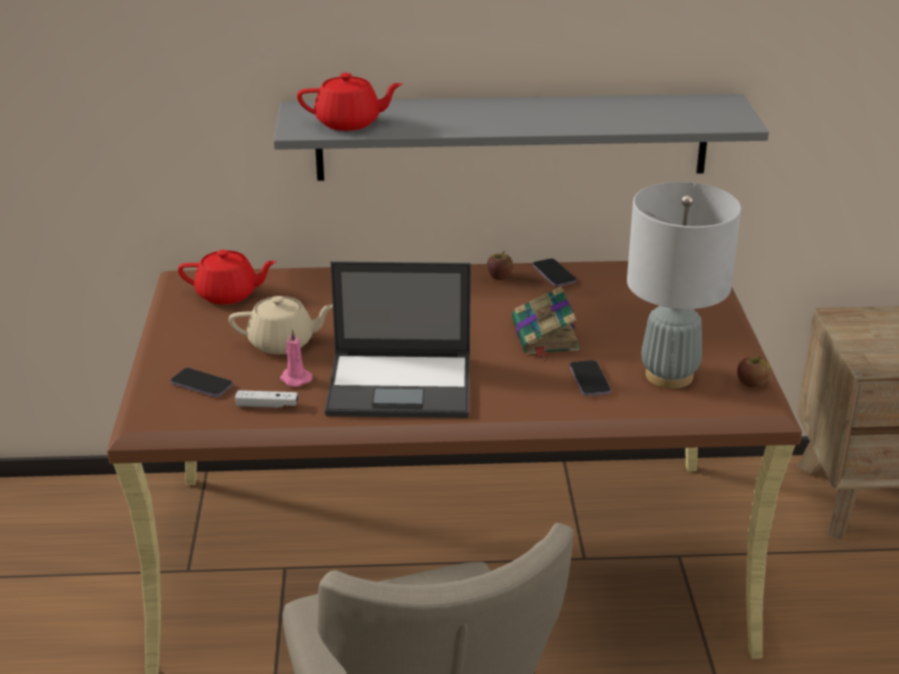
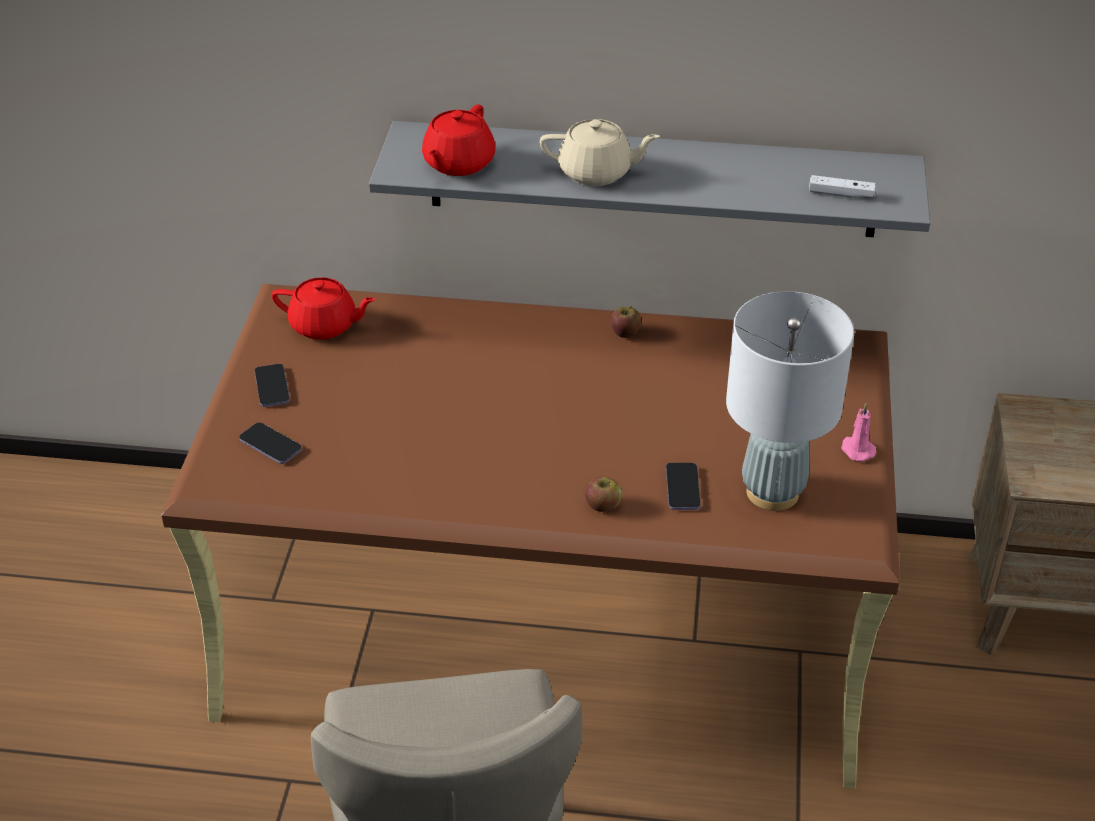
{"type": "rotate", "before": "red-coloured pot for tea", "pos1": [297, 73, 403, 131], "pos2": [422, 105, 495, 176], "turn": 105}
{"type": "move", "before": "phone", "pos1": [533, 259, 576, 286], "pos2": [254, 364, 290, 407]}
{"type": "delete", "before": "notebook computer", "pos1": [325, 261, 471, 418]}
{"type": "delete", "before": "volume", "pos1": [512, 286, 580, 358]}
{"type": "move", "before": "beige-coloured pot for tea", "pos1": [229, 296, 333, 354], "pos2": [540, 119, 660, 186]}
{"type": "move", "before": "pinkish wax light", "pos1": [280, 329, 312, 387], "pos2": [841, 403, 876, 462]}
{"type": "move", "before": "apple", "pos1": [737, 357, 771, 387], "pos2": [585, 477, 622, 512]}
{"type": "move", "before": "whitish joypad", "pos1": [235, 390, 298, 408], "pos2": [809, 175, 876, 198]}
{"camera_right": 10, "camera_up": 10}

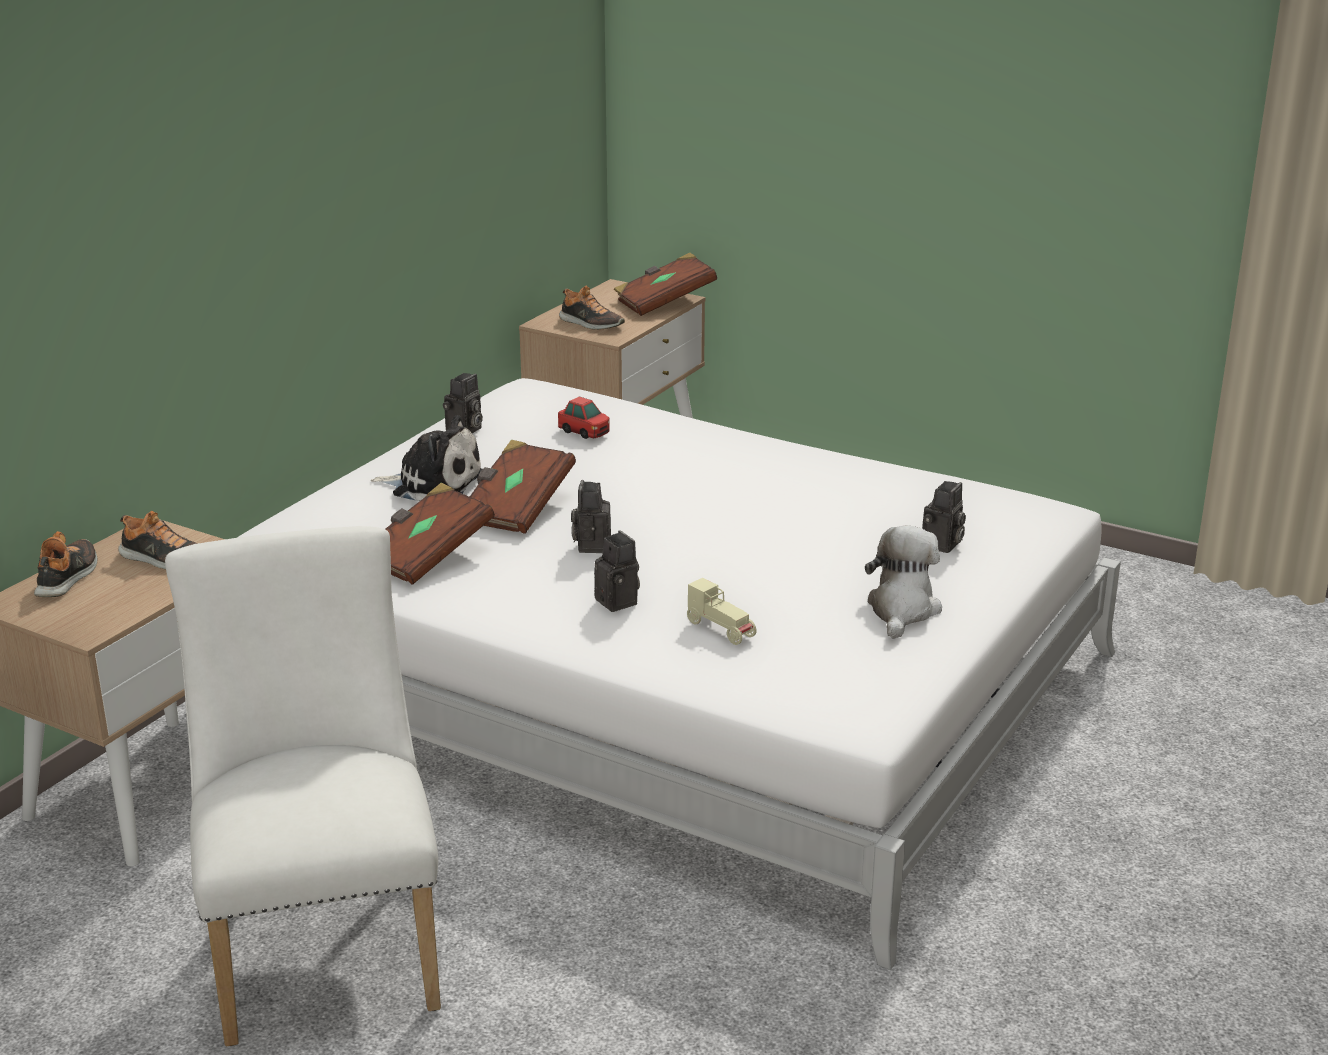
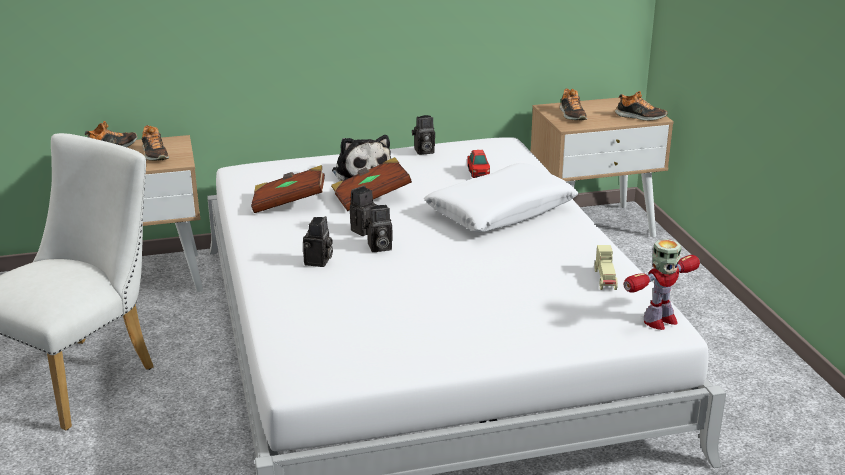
{"type": "replace", "before": "brown volume", "after": "item of footwear", "pos1": [614, 252, 717, 316], "pos2": [615, 91, 668, 121]}
{"type": "move", "before": "photo camera", "pos1": [922, 481, 966, 553], "pos2": [364, 205, 392, 252]}
{"type": "delete", "before": "soft toy", "pos1": [865, 525, 942, 639]}
{"type": "move", "before": "beige-coloured toy car", "pos1": [687, 578, 756, 645], "pos2": [594, 245, 618, 290]}
{"type": "insert", "after": "whitish cushion", "pos2": [424, 163, 578, 233]}
{"type": "insert", "after": "robot figure", "pos2": [623, 239, 700, 330]}
{"camera_right": 45, "camera_up": 0}

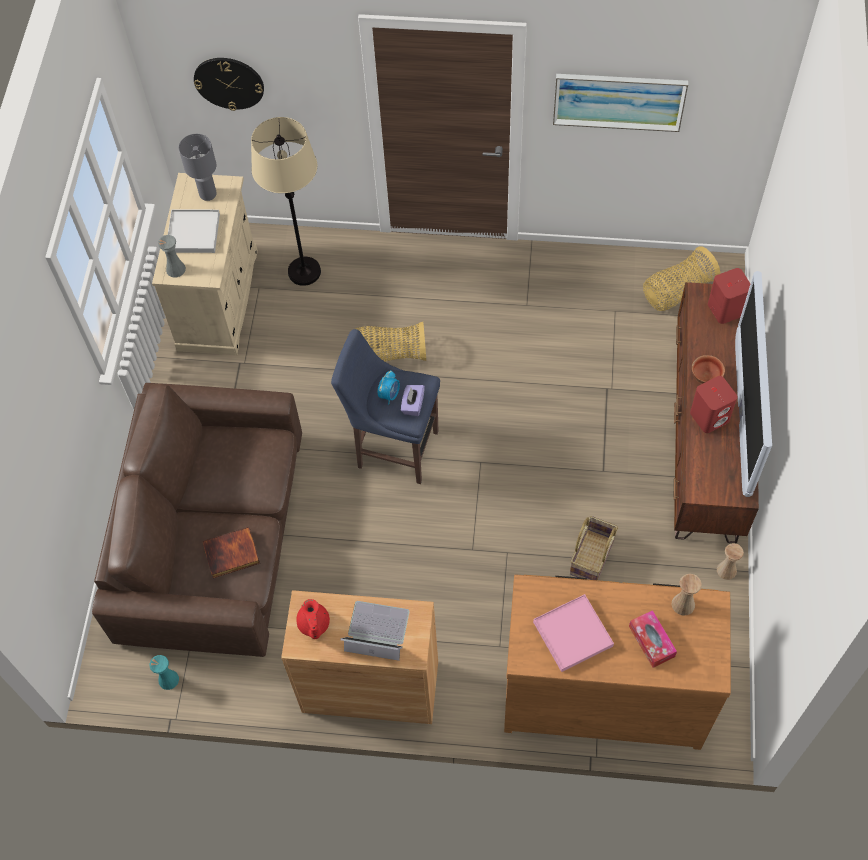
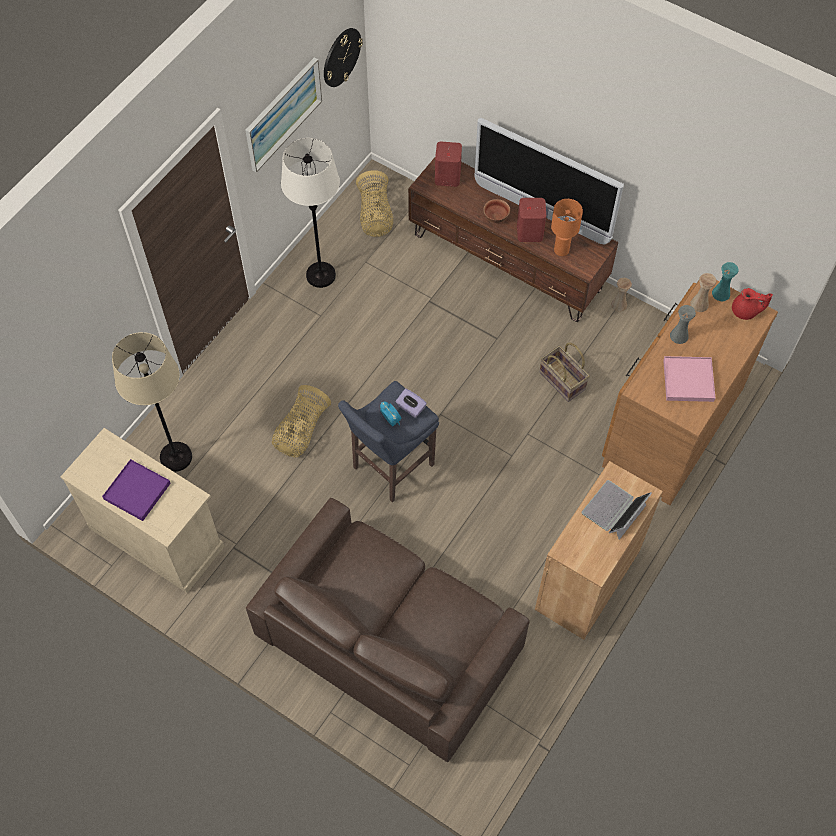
{"type": "move", "before": "clock on the wall", "pos1": [194, 58, 264, 111], "pos2": [324, 28, 363, 87]}
{"type": "delete", "before": "greyish tabletop lamp", "pos1": [179, 134, 217, 201]}
{"type": "recolor", "before": "whitish carrying tray", "after": "purplish carrying tray", "pos1": [168, 209, 220, 253], "pos2": [102, 459, 171, 521]}
{"type": "move", "before": "greyish vase", "pos1": [158, 235, 186, 277], "pos2": [670, 305, 696, 344]}
{"type": "delete", "before": "volume", "pos1": [202, 527, 260, 578]}
{"type": "move", "before": "red-coloured pot for tea", "pos1": [296, 599, 330, 639], "pos2": [732, 288, 773, 320]}
{"type": "delete", "before": "tissue holder", "pos1": [629, 610, 677, 668]}
{"type": "move", "before": "turquoise-coloured vase", "pos1": [149, 655, 179, 690], "pos2": [712, 262, 739, 301]}
{"type": "insert", "after": "whitish standard lamp", "pos2": [281, 138, 340, 288]}
{"type": "insert", "after": "orangey tabletop lamp", "pos2": [551, 199, 583, 256]}
{"camera_right": -65, "camera_up": 0}

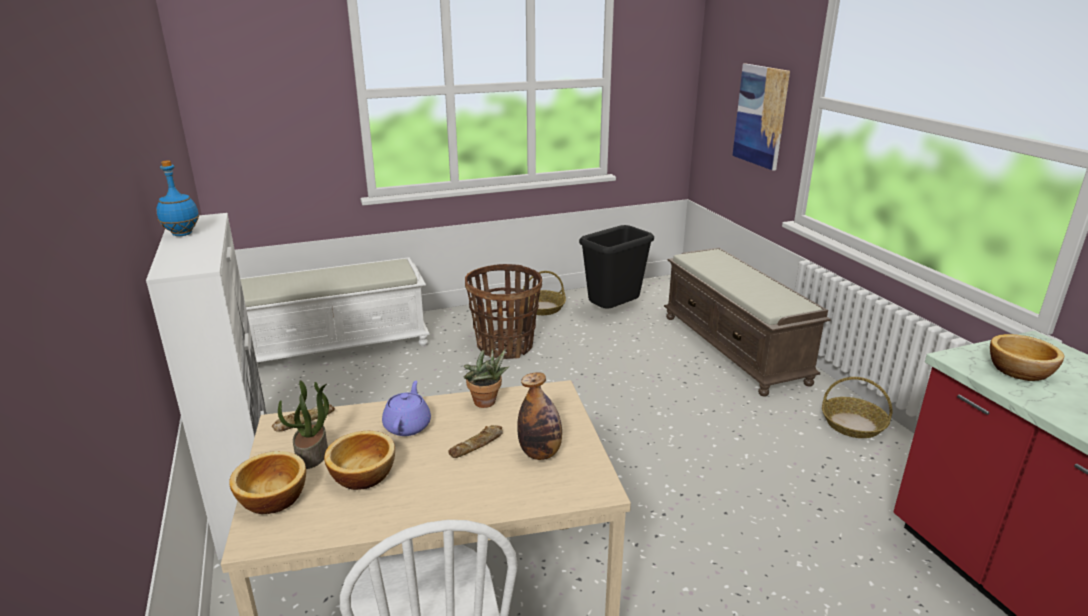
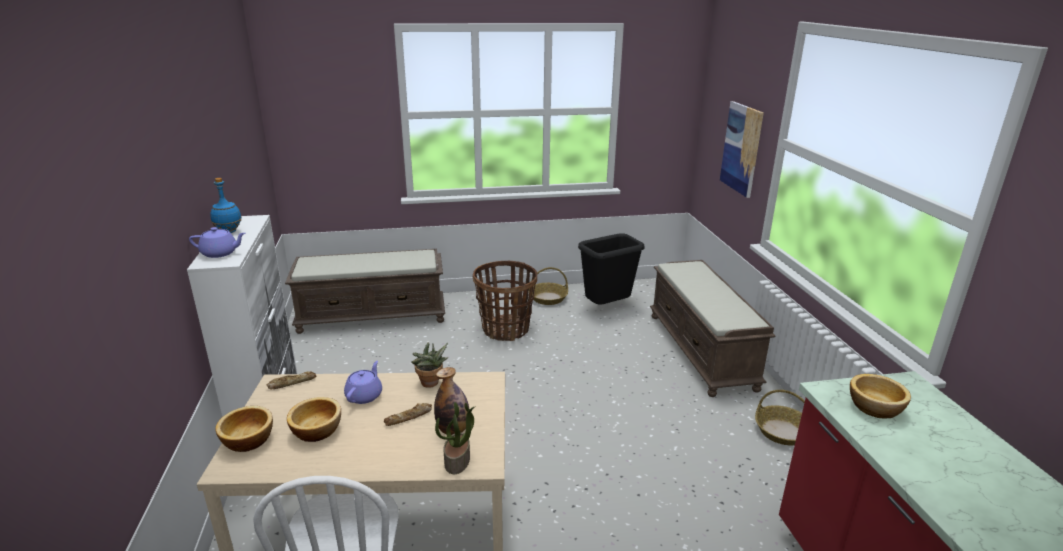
{"type": "recolor", "before": "whitish bench", "after": "brown bench", "pos1": [240, 257, 430, 362], "pos2": [285, 249, 445, 334]}
{"type": "move", "before": "potted plant", "pos1": [278, 380, 329, 469], "pos2": [435, 402, 476, 474]}
{"type": "insert", "after": "purplish pot for tea", "pos2": [189, 227, 245, 258]}
{"camera_right": 10, "camera_up": 0}

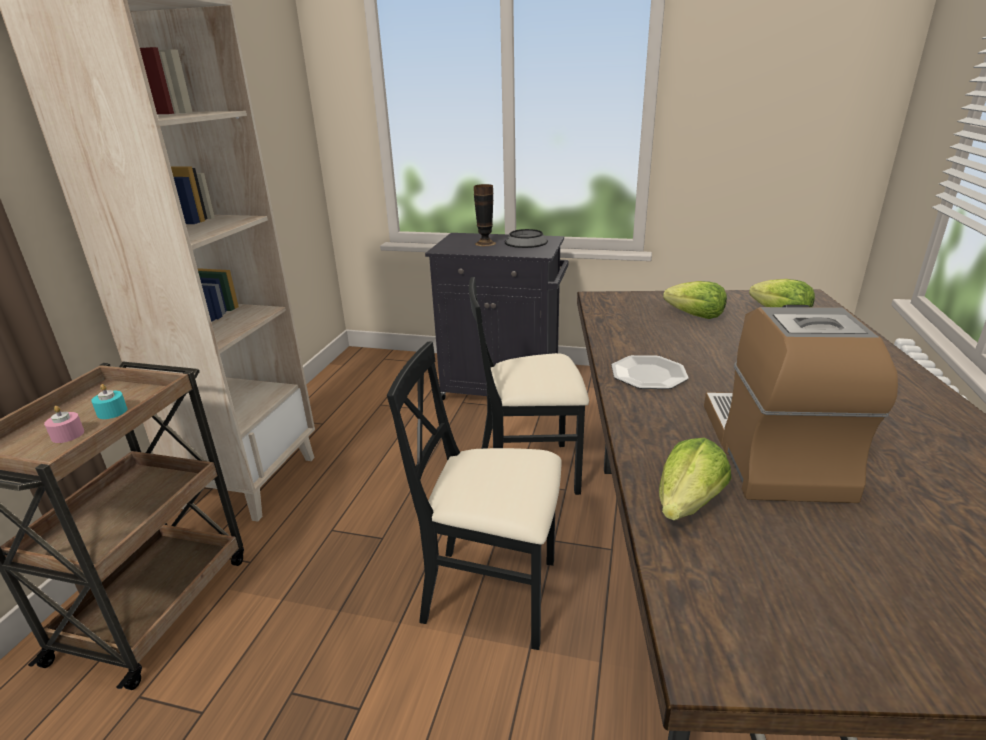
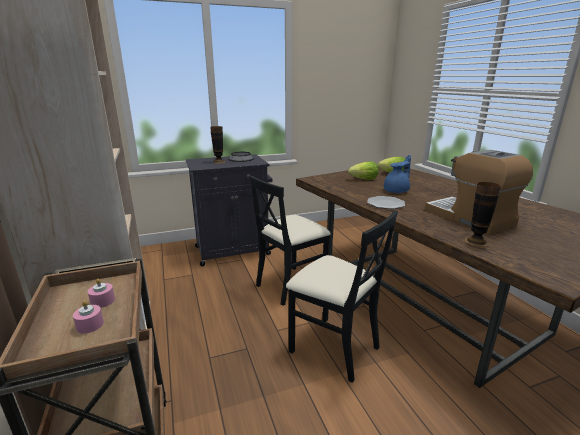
{"type": "rotate", "before": "black chair", "pos1": [387, 341, 562, 650], "pos2": [286, 210, 398, 383], "turn": -120}
{"type": "recolor", "before": "turquoise-coloured wax light", "after": "pinkish wax light", "pos1": [91, 384, 127, 419], "pos2": [88, 278, 115, 308]}
{"type": "replace", "before": "lettuce head", "after": "vase", "pos1": [659, 438, 731, 520], "pos2": [464, 182, 501, 247]}
{"type": "insert", "after": "blue-coloured pot for tea", "pos2": [384, 155, 411, 193]}
{"camera_right": -35, "camera_up": -5}

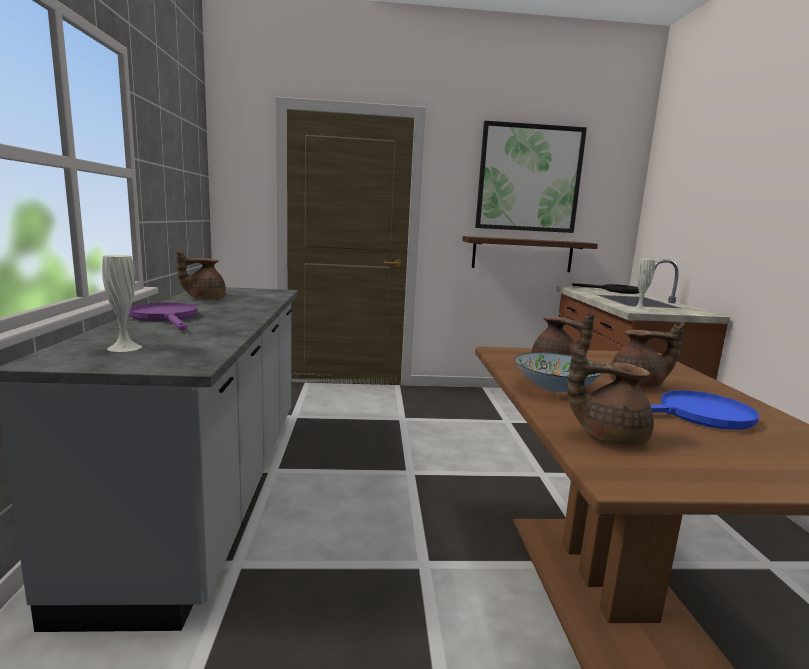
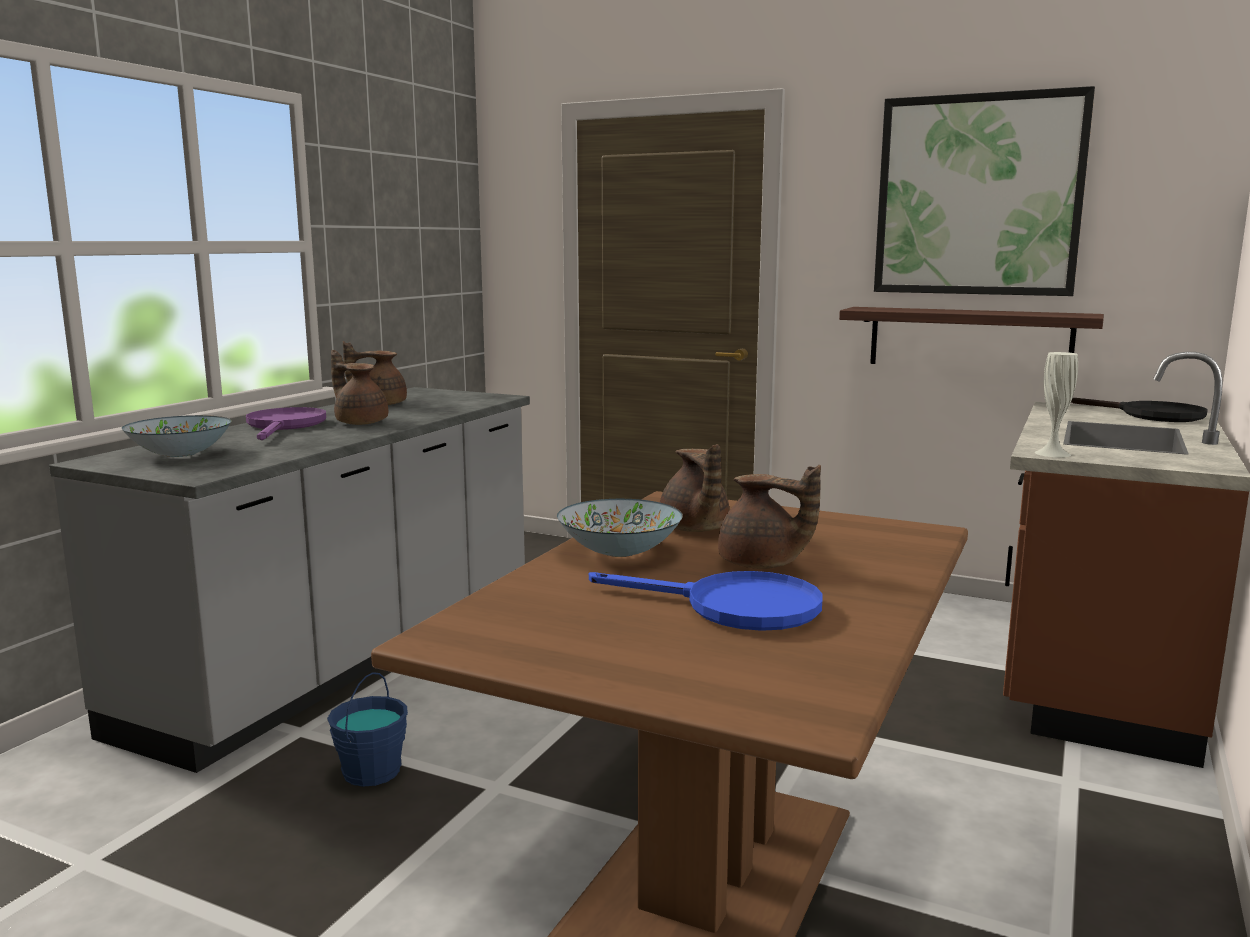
{"type": "replace", "before": "whitish vase", "after": "deep dish", "pos1": [102, 255, 142, 352], "pos2": [122, 415, 231, 457]}
{"type": "move", "before": "brown pot for tea", "pos1": [568, 347, 654, 446], "pos2": [331, 350, 388, 425]}
{"type": "insert", "after": "blue-coloured pail", "pos2": [327, 672, 408, 787]}
{"camera_right": 30, "camera_up": 0}

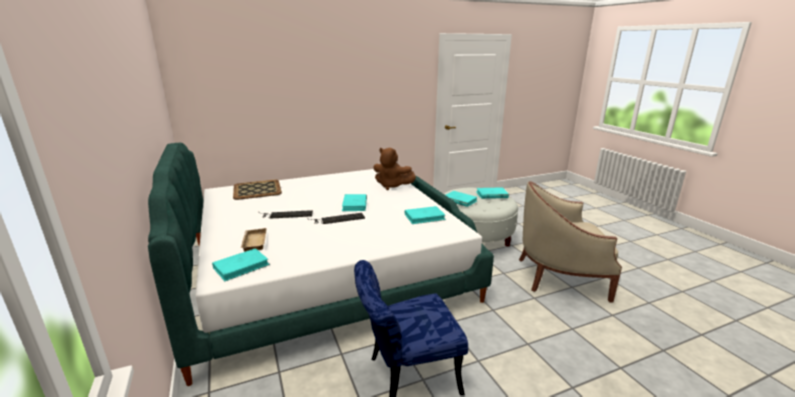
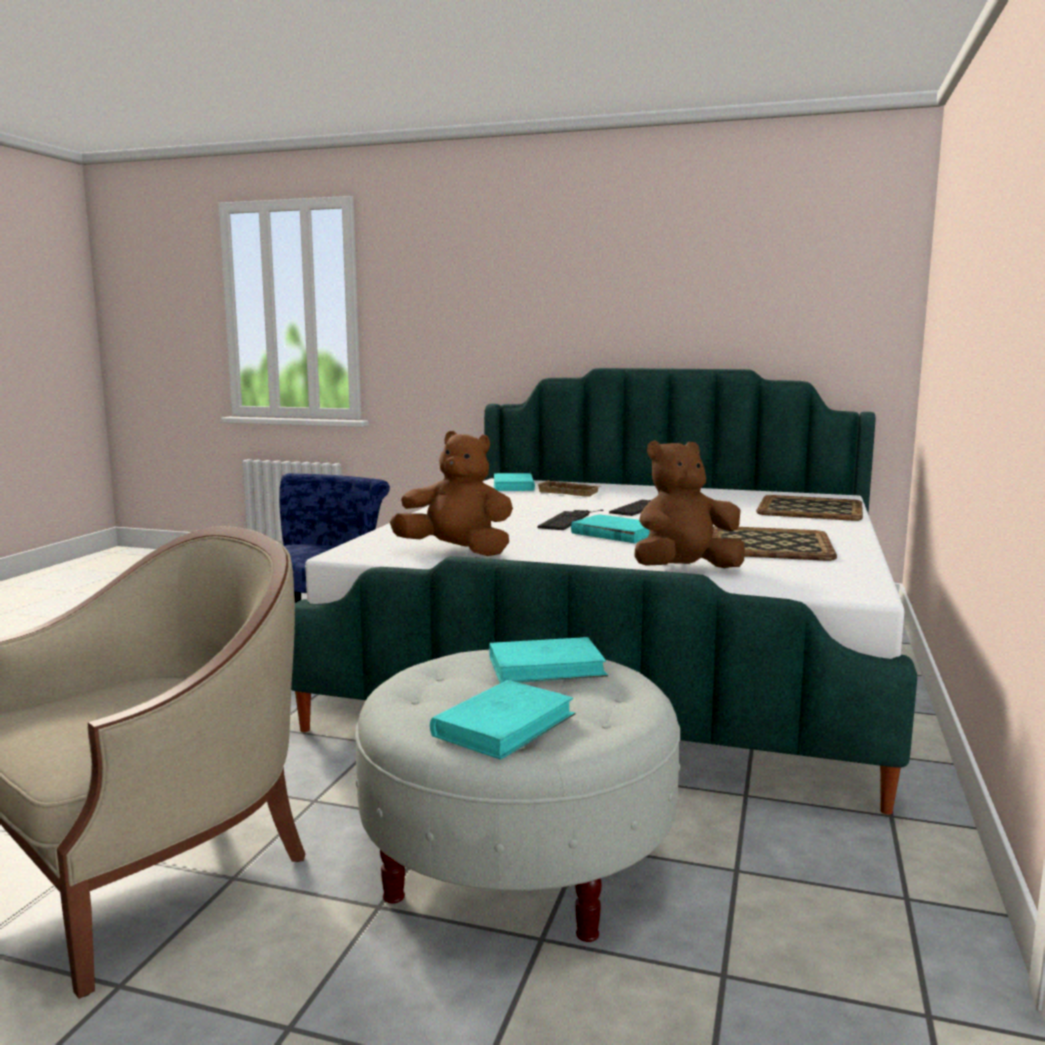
{"type": "replace", "before": "turquoise-coloured volume", "after": "brown soft toy", "pos1": [405, 206, 446, 224], "pos2": [390, 431, 513, 556]}
{"type": "insert", "after": "carrying tray", "pos2": [712, 526, 837, 561]}
{"camera_right": 130, "camera_up": -10}

